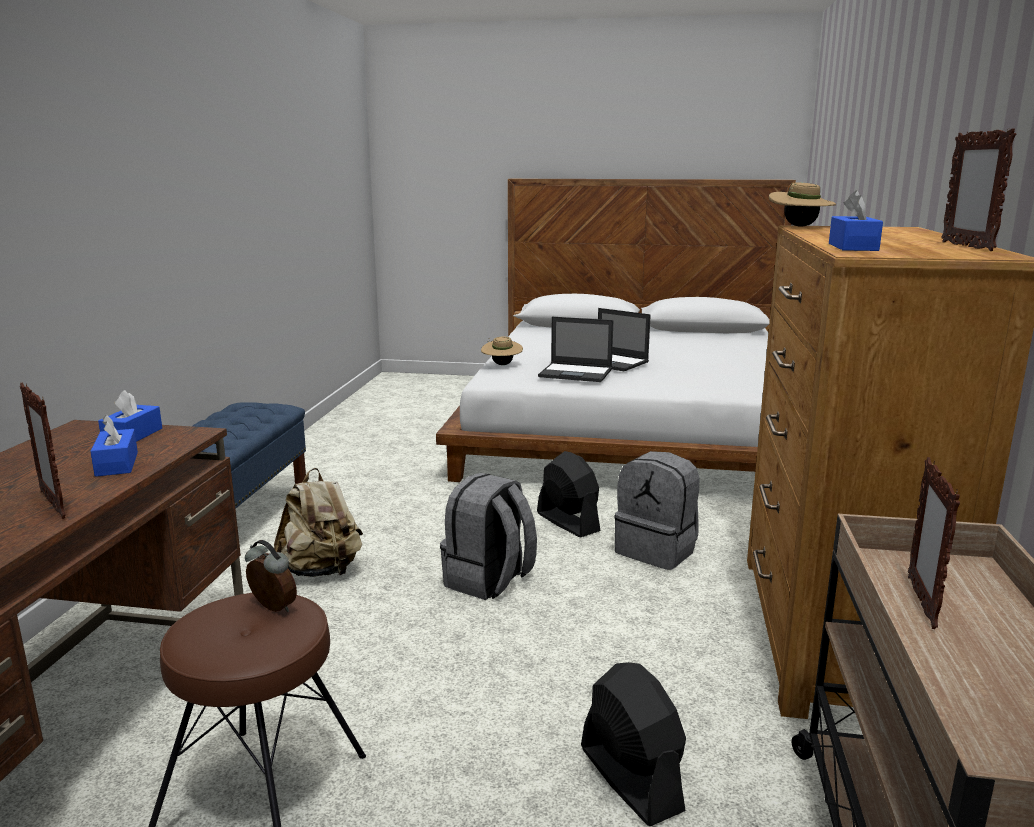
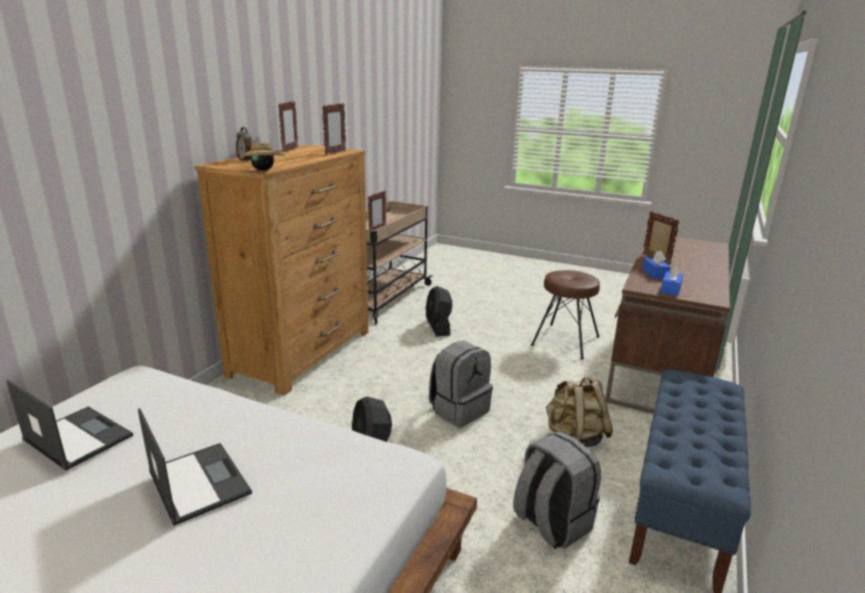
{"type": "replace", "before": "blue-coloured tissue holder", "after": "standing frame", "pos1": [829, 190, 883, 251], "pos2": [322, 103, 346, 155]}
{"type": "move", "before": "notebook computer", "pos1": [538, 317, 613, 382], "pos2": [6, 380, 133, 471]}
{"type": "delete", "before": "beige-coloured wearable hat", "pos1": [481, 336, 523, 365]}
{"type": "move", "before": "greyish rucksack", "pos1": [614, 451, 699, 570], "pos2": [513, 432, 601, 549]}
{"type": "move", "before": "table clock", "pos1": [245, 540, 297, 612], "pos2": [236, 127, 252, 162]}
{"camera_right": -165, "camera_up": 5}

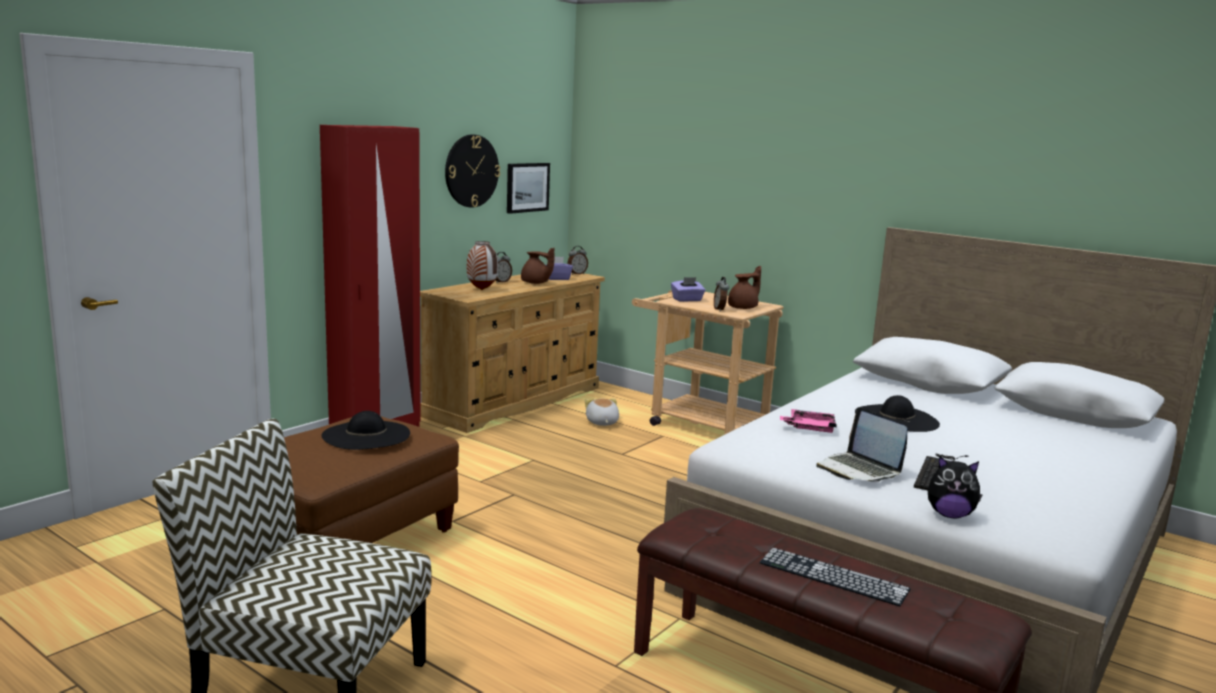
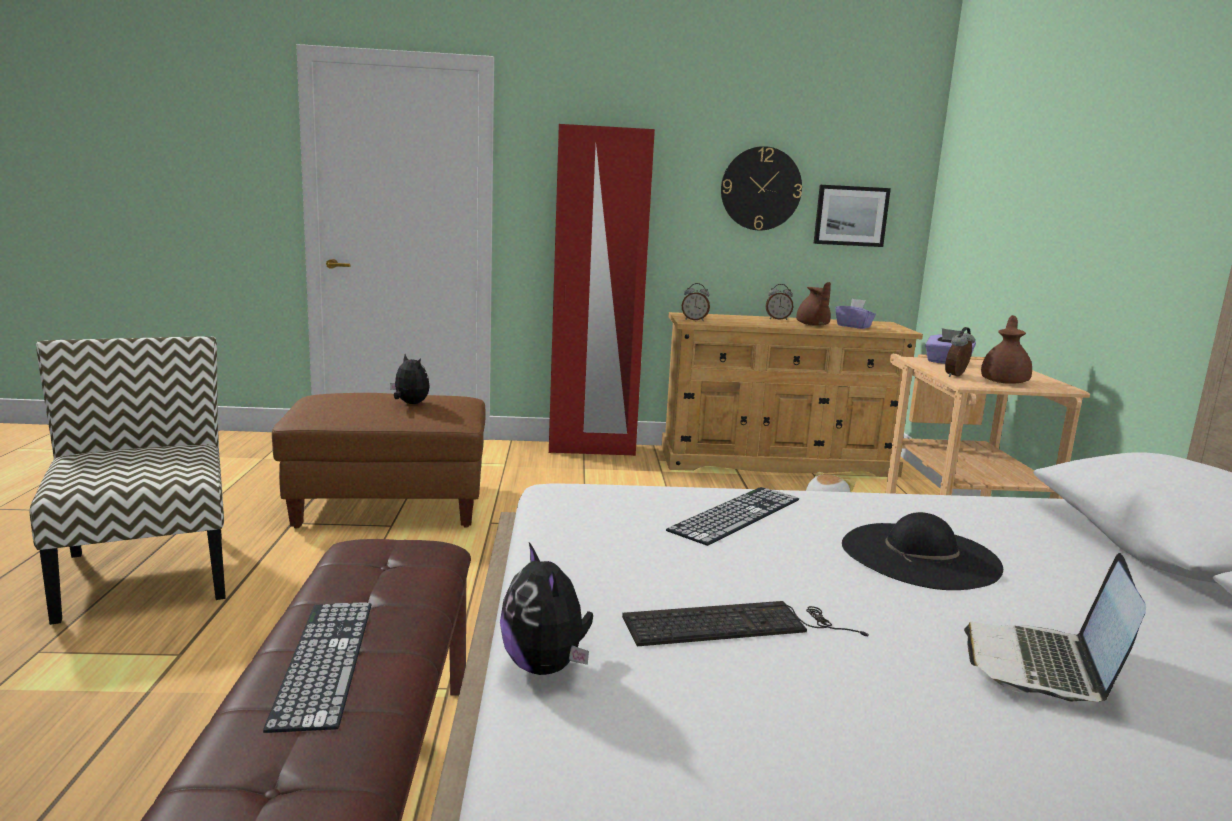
{"type": "delete", "before": "vase", "pos1": [467, 241, 498, 290]}
{"type": "move", "before": "table clock", "pos1": [567, 246, 588, 275], "pos2": [682, 283, 710, 321]}
{"type": "rotate", "before": "brown pot for tea", "pos1": [728, 266, 761, 309], "pos2": [981, 315, 1032, 384], "turn": -75}
{"type": "move", "before": "notebook computer", "pos1": [816, 407, 907, 482], "pos2": [964, 553, 1146, 702]}
{"type": "replace", "before": "pinkish carrying tray", "after": "keyboard", "pos1": [780, 409, 837, 433], "pos2": [666, 487, 799, 546]}
{"type": "replace", "before": "black wearable hat", "after": "soft toy", "pos1": [321, 411, 410, 450], "pos2": [390, 354, 430, 404]}
{"camera_right": 50, "camera_up": 0}

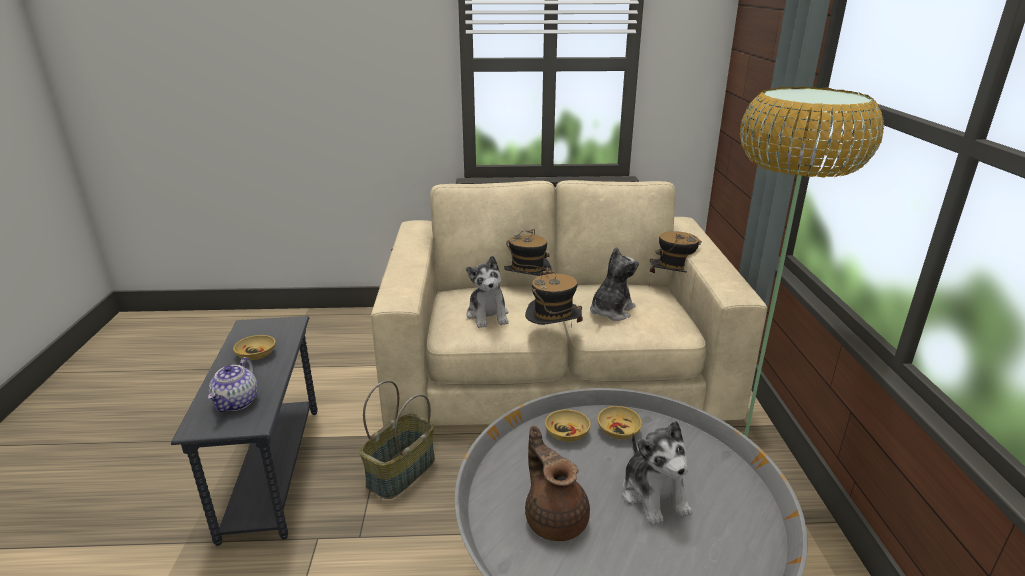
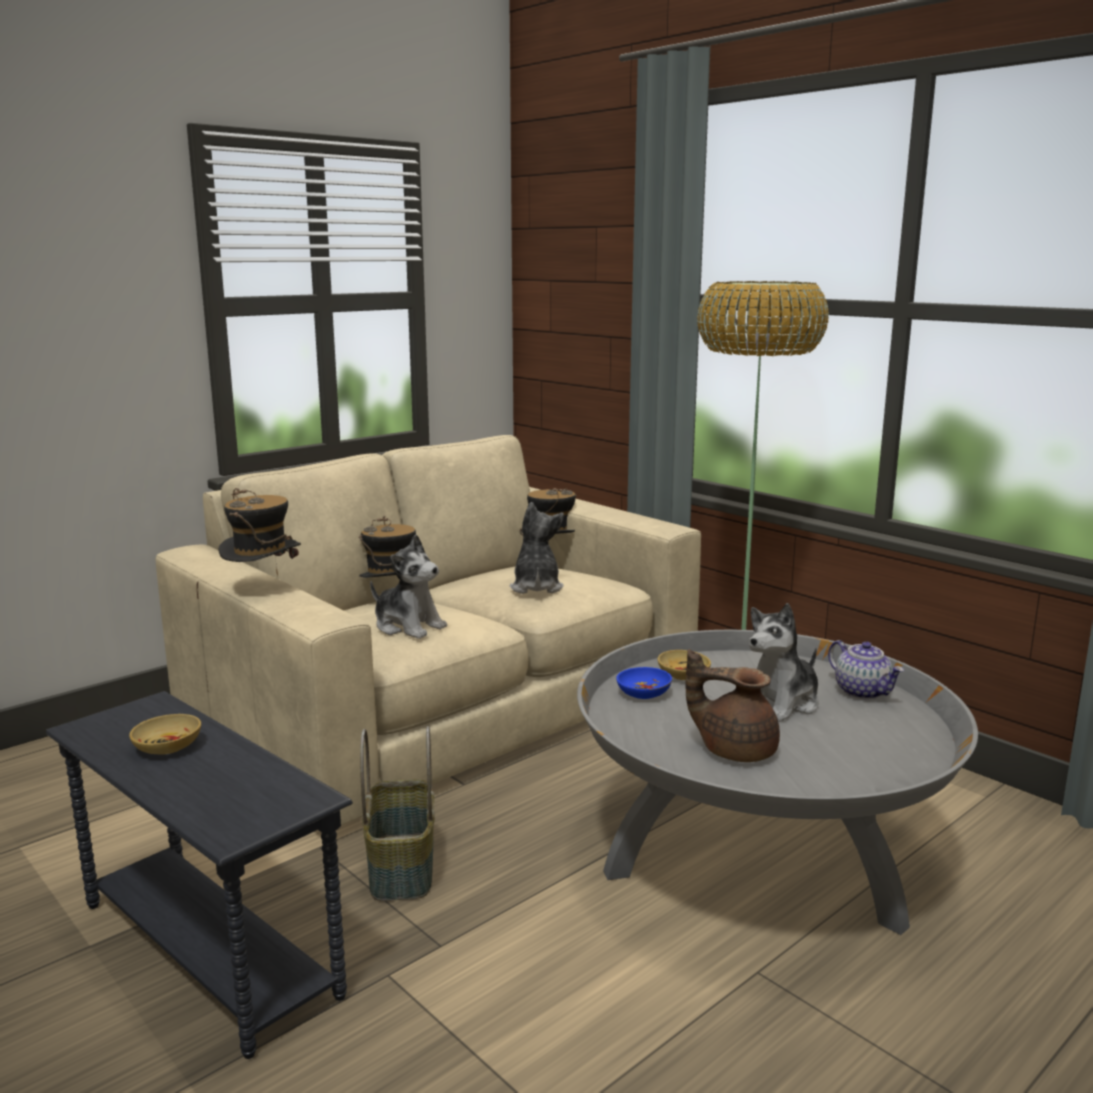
{"type": "move", "before": "wearable hat", "pos1": [525, 268, 583, 327], "pos2": [218, 488, 301, 576]}
{"type": "move", "before": "pot for tea", "pos1": [208, 357, 258, 412], "pos2": [828, 640, 904, 699]}
{"type": "recolor", "before": "beige-coloured deep dish", "after": "blue-coloured deep dish", "pos1": [545, 409, 591, 442], "pos2": [616, 667, 672, 699]}
{"type": "rotate", "before": "soft toy", "pos1": [622, 421, 692, 526], "pos2": [749, 603, 819, 722], "turn": 105}
{"camera_right": -40, "camera_up": -10}

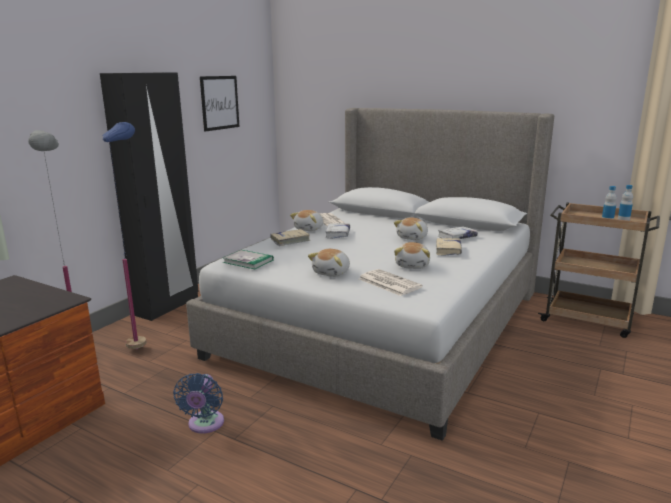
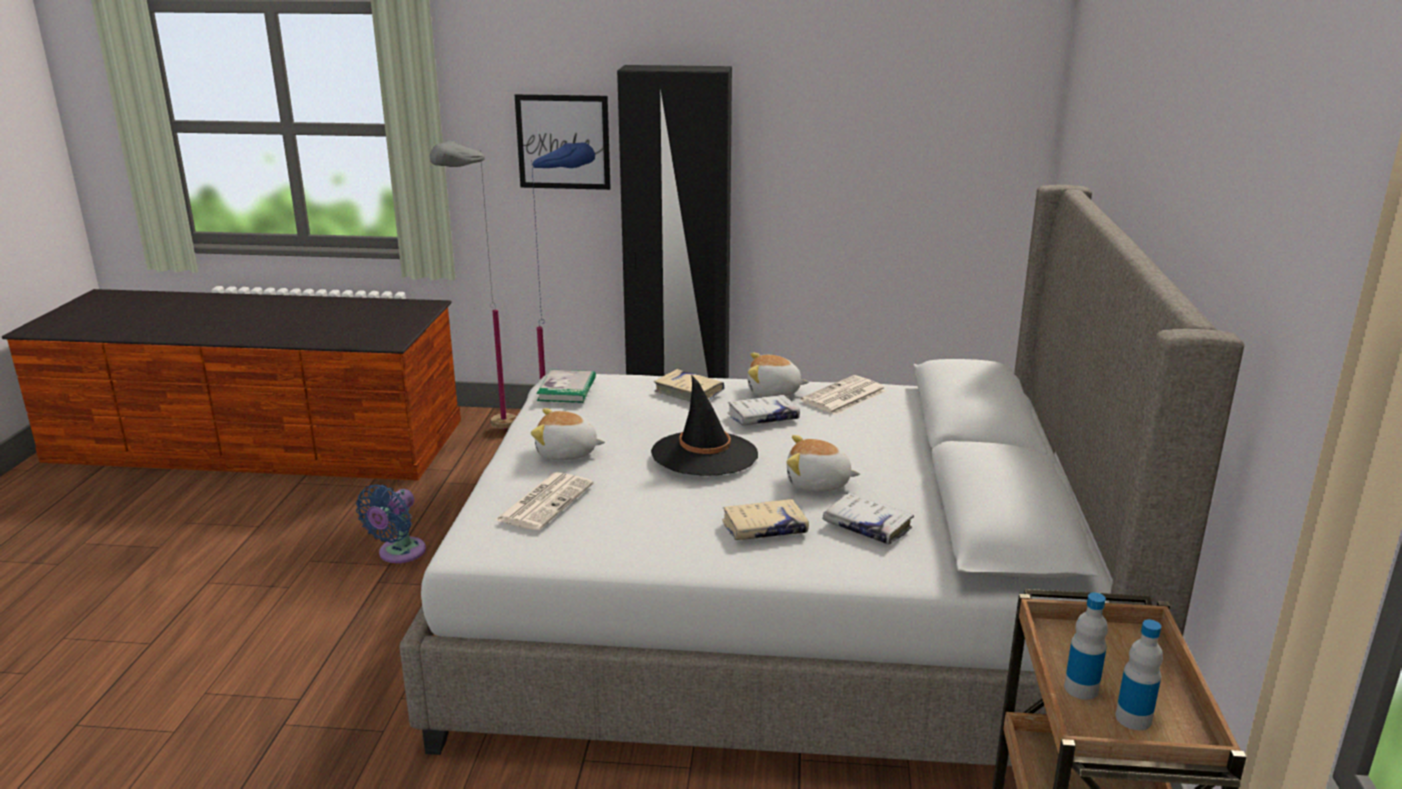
{"type": "move", "before": "picture", "pos1": [200, 76, 239, 132], "pos2": [515, 94, 611, 190]}
{"type": "delete", "before": "soft toy", "pos1": [394, 242, 430, 269]}
{"type": "rotate", "before": "blue-coloured electric fan", "pos1": [173, 373, 224, 434], "pos2": [356, 484, 426, 563], "turn": -45}
{"type": "insert", "after": "black wearable hat", "pos2": [651, 374, 758, 476]}
{"camera_right": 65, "camera_up": 5}

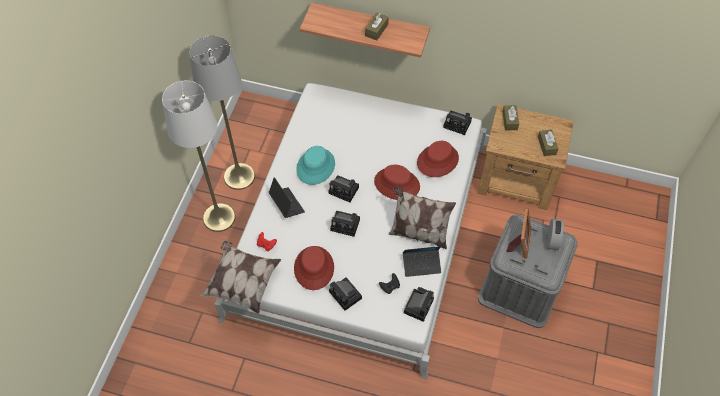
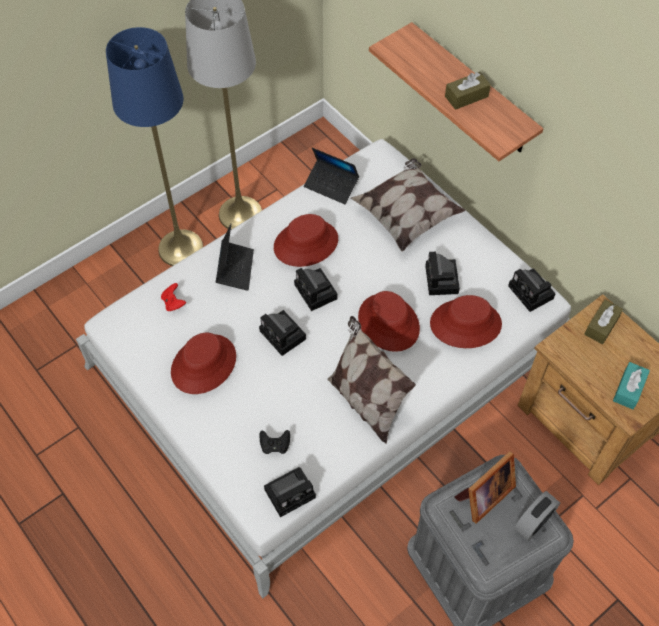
{"type": "recolor", "before": "whitish standard lamp", "after": "blue-coloured standard lamp", "pos1": [162, 81, 236, 232], "pos2": [106, 27, 203, 266]}
{"type": "recolor", "before": "brown tissue holder", "after": "turquoise-coloured tissue holder", "pos1": [538, 129, 558, 156], "pos2": [613, 362, 650, 409]}
{"type": "recolor", "before": "turquoise-coloured wearable hat", "after": "red-coloured wearable hat", "pos1": [296, 146, 335, 185], "pos2": [274, 214, 338, 267]}
{"type": "move", "before": "cushion", "pos1": [200, 241, 281, 314], "pos2": [351, 158, 466, 252]}
{"type": "move", "before": "notebook computer", "pos1": [403, 246, 442, 277], "pos2": [304, 148, 359, 204]}
{"type": "move", "before": "photo camera", "pos1": [329, 278, 362, 311], "pos2": [425, 252, 460, 295]}
{"camera_right": 35, "camera_up": 0}

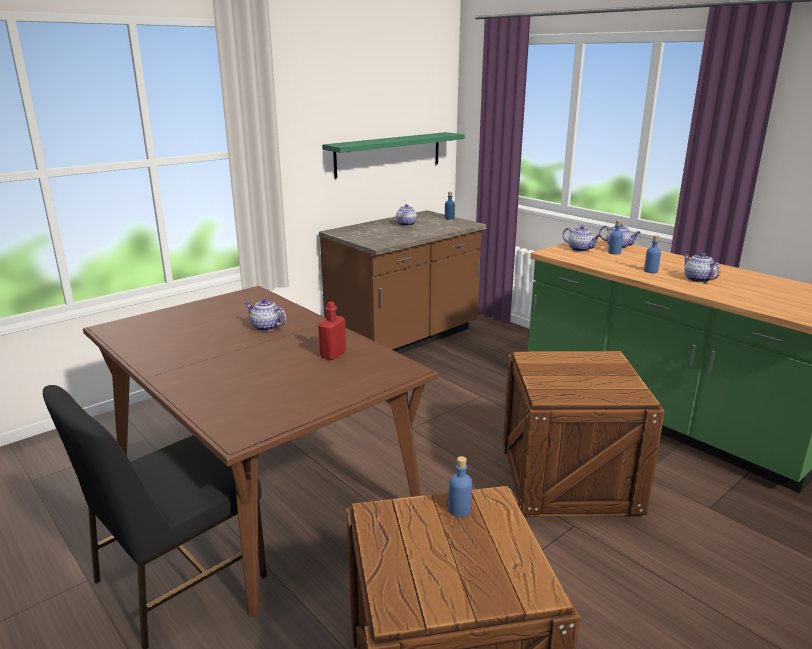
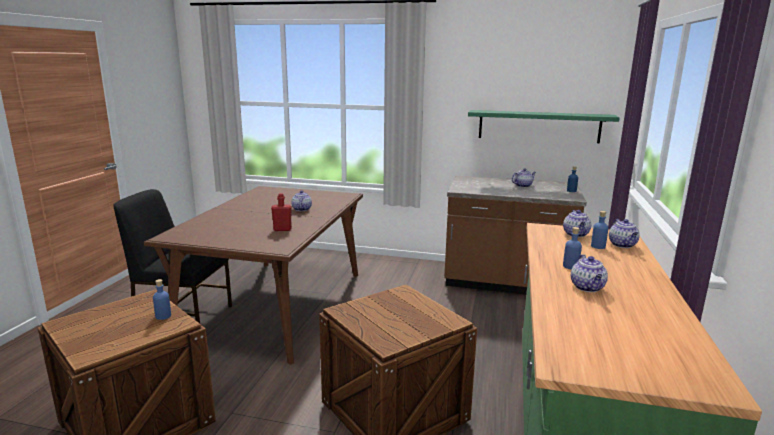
{"type": "rotate", "before": "pot for tea", "pos1": [683, 252, 721, 283], "pos2": [571, 254, 608, 292], "turn": 150}
{"camera_right": 55, "camera_up": -5}

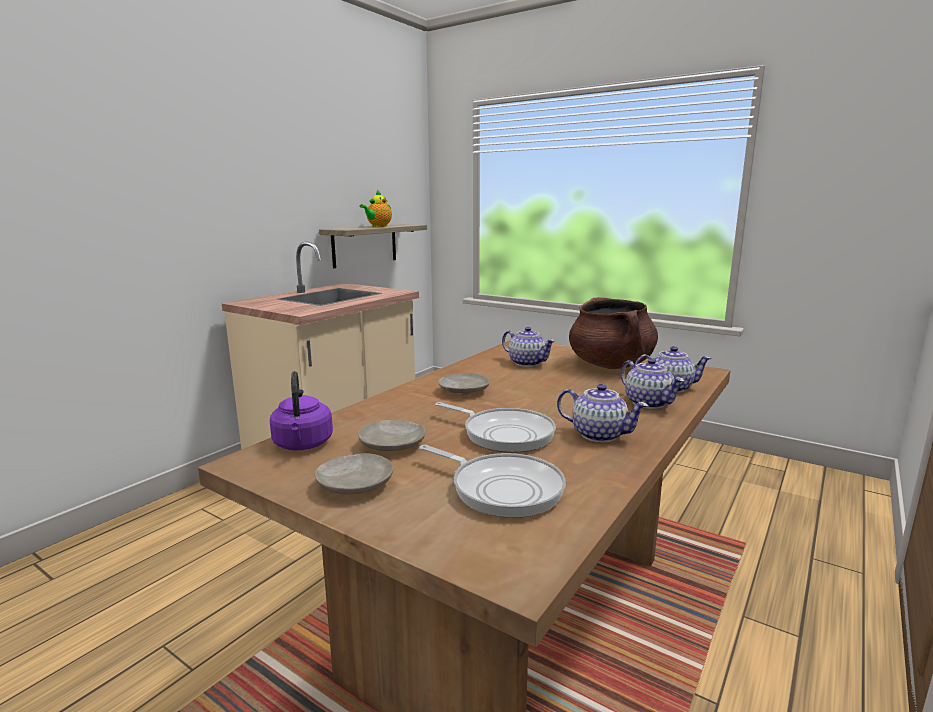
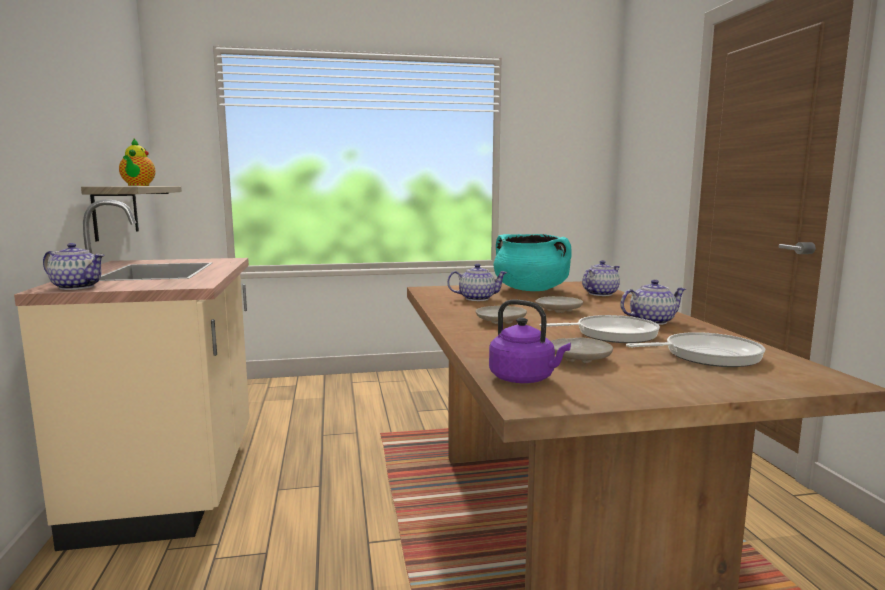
{"type": "recolor", "before": "brown cooking pot", "after": "turquoise-coloured cooking pot", "pos1": [569, 297, 658, 369], "pos2": [494, 234, 572, 291]}
{"type": "move", "before": "pot for tea", "pos1": [620, 358, 685, 409], "pos2": [43, 243, 104, 290]}
{"type": "move", "before": "beige-coloured plate", "pos1": [315, 453, 394, 494], "pos2": [535, 296, 583, 313]}
{"camera_right": -45, "camera_up": -5}

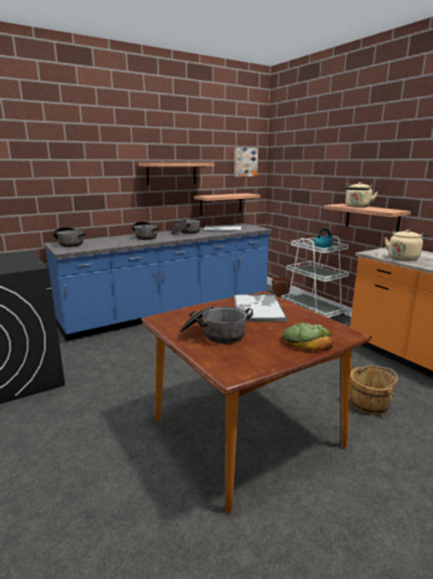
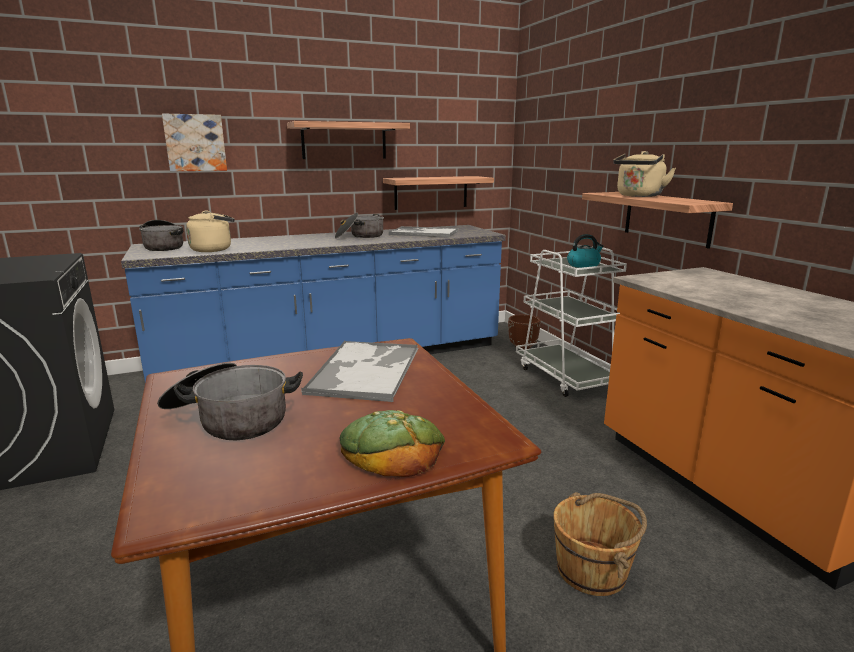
{"type": "move", "before": "picture", "pos1": [234, 147, 258, 177], "pos2": [162, 114, 227, 171]}
{"type": "delete", "before": "cooking pot", "pos1": [132, 221, 159, 240]}
{"type": "move", "before": "beige-coloured kettle", "pos1": [384, 230, 428, 261], "pos2": [186, 210, 235, 252]}
{"camera_right": 10, "camera_up": 0}

